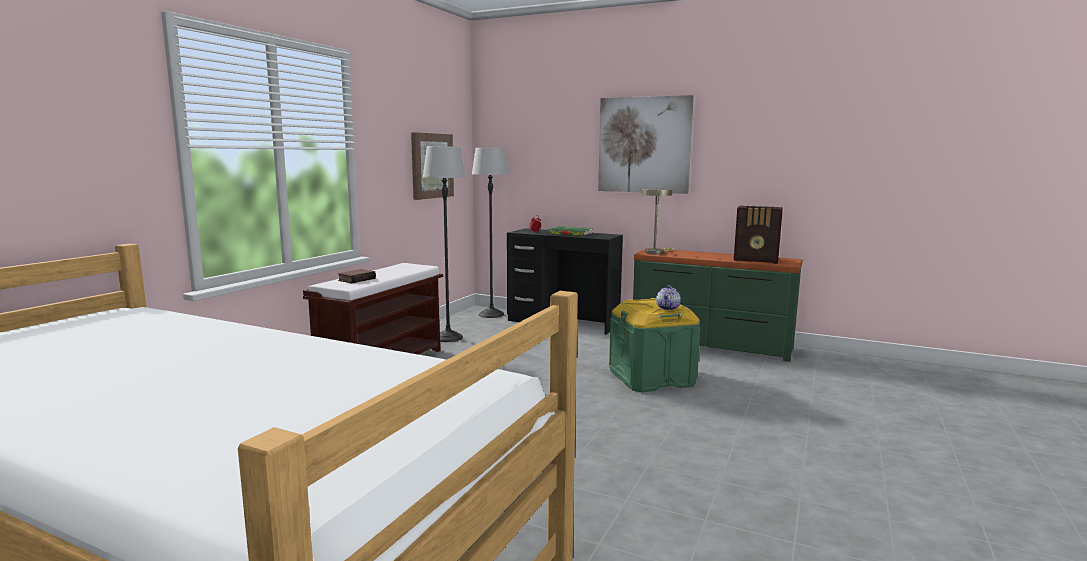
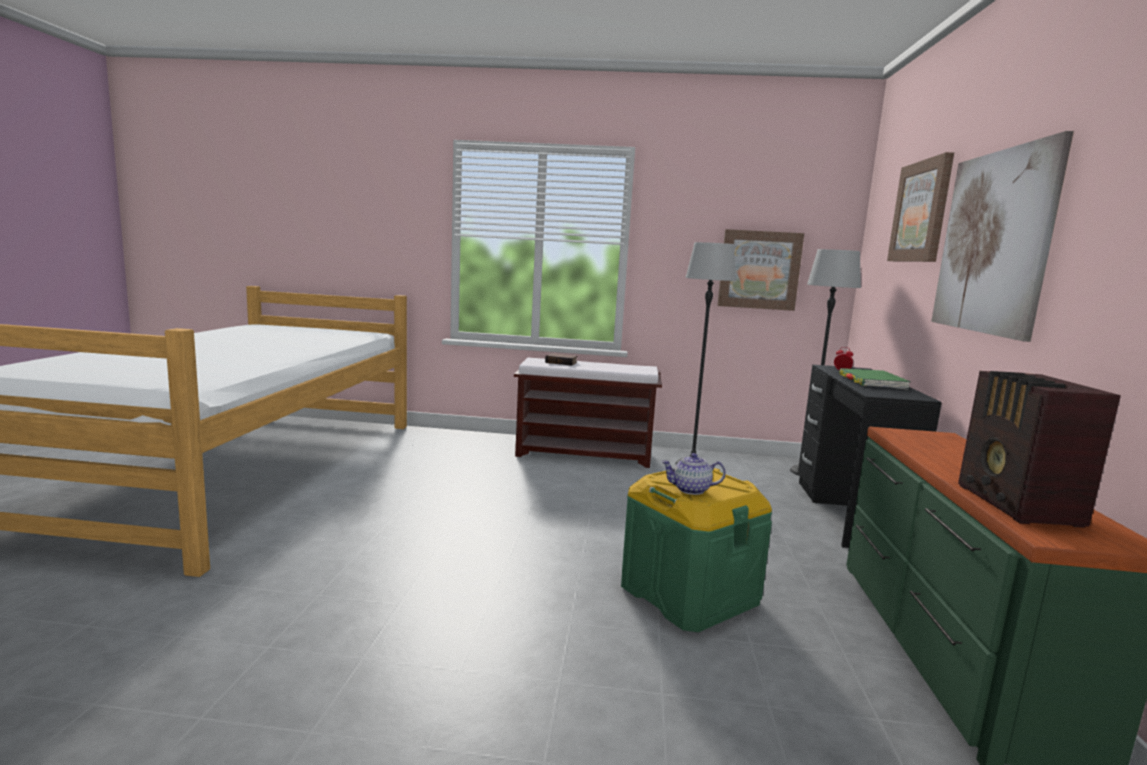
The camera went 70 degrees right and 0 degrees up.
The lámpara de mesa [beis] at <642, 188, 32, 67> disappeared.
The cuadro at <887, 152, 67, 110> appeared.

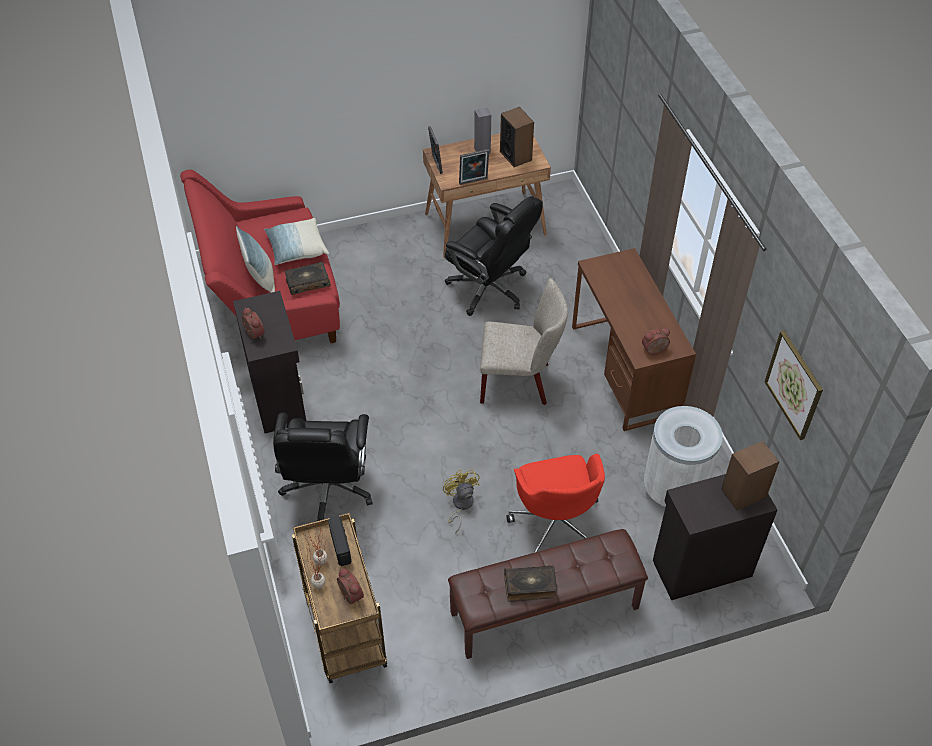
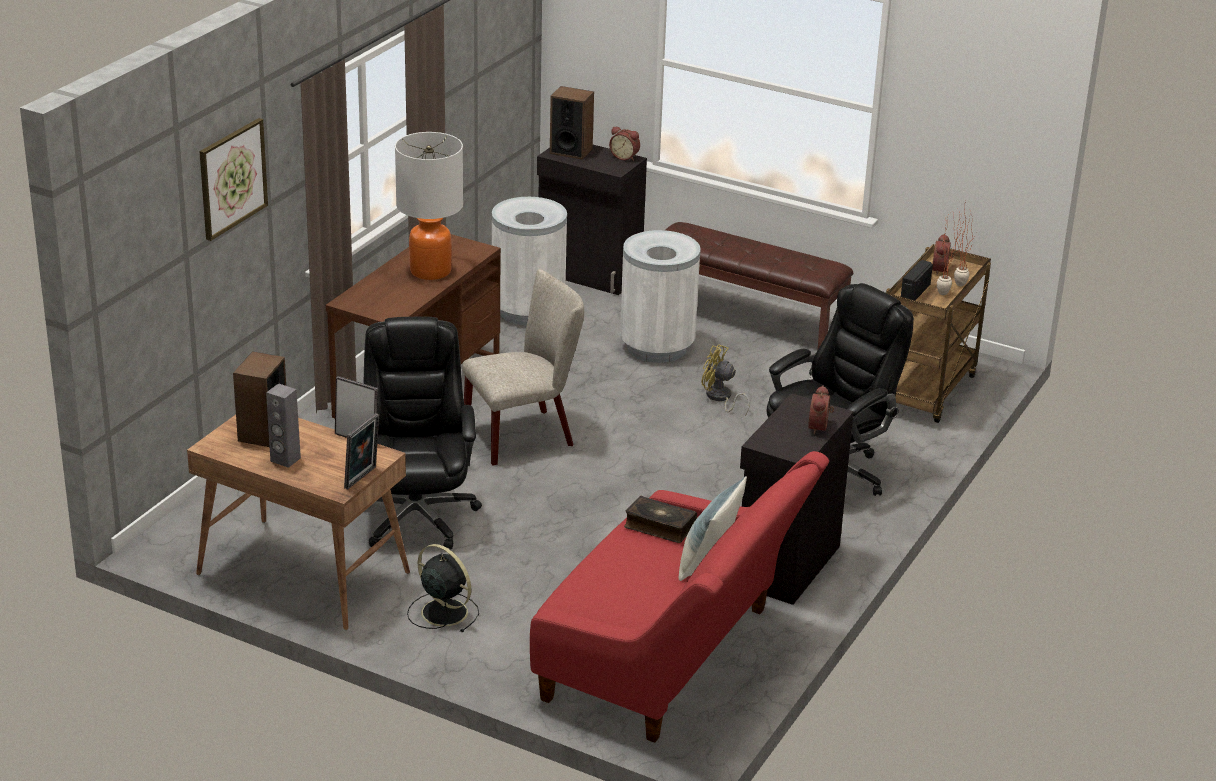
The camera went 135 degrees left and 20 degrees down.
The cojín at <264, 218, 65, 47> disappeared.
The silla [beis] at <480, 278, 88, 127> turned 105 degrees clockwise.
The despertador moved from <642, 328, 28, 27> to <609, 126, 31, 35>.
The cuadro moved from <764, 331, 59, 109> to <199, 118, 69, 123>.
The silla de oficina [rojo] at <506, 454, 99, 99> was replaced by the papelera [blanco] at <620, 230, 81, 133>.
The ventilador [amarillo] at <443, 469, 37, 65> turned 90 degrees clockwise.
The libro at <504, 565, 53, 37> disappeared.
The lámpara de mesa at <395, 132, 68, 148> appeared.
The ventilador [negro] at <407, 544, 72, 88> appeared.

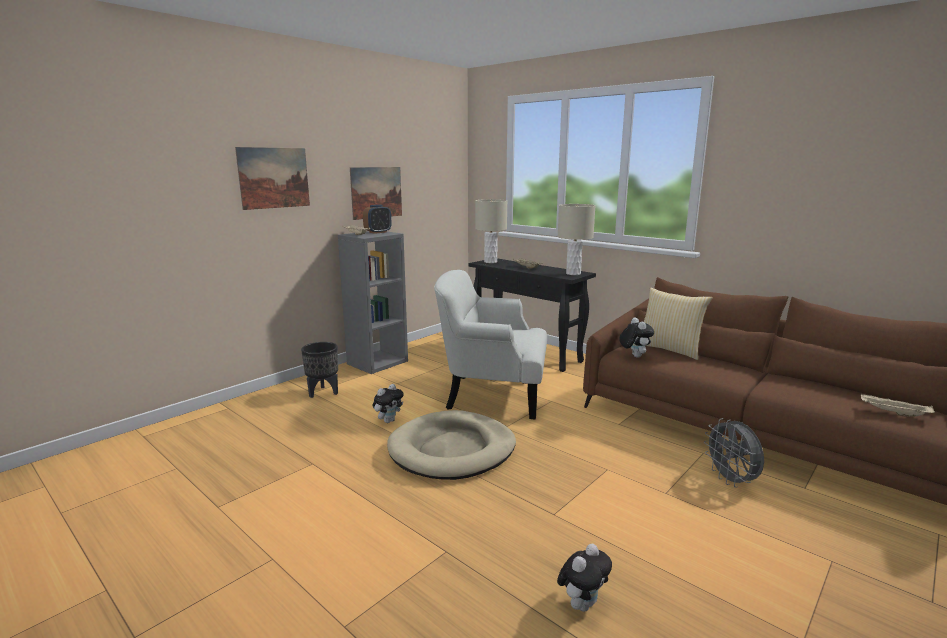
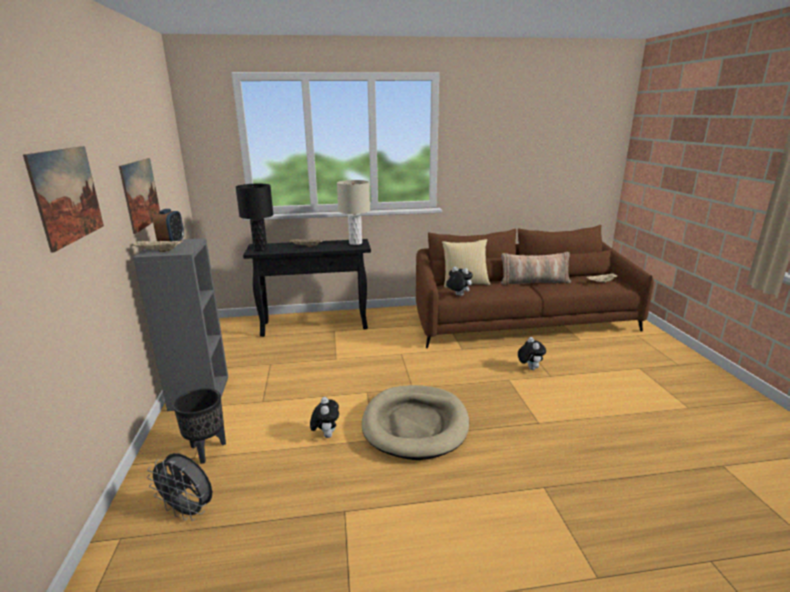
The camera went 50 degrees left and 5 degrees up.
The lámpara de mesa [beis] at <475, 199, 32, 64> became the lámpara de mesa [negro] at <236, 184, 38, 67>.
The sillón [blanco] at <434, 270, 113, 149> disappeared.
The ventilador [gris] moved from <704, 418, 60, 70> to <147, 453, 65, 68>.
The peluche moved from <557, 544, 55, 68> to <518, 337, 28, 33>.
The cojín at <501, 252, 70, 33> appeared.

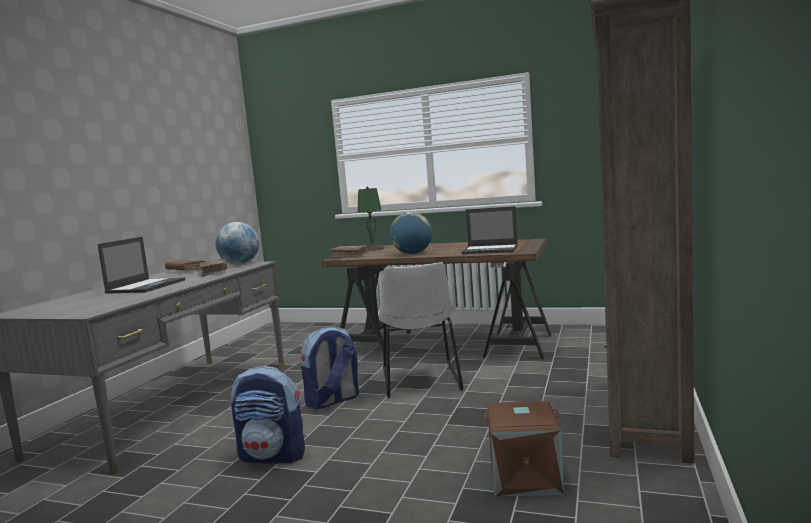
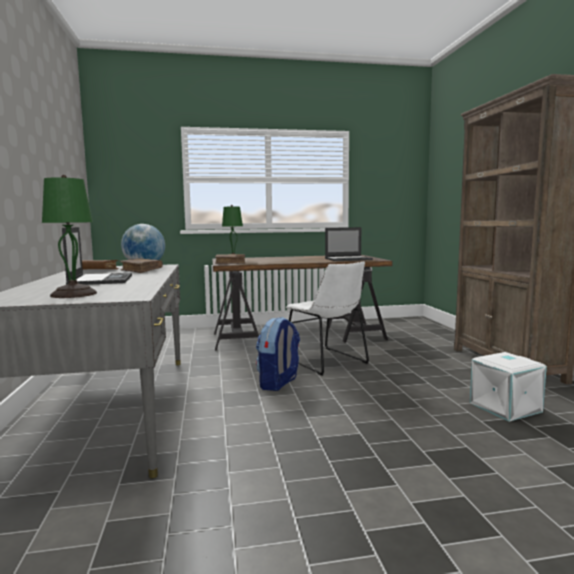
The camera went 30 degrees left and 0 degrees up.
The globo terráqueo at <390, 212, 42, 42> disappeared.
The mochila at <231, 366, 74, 98> disappeared.
The caja de almacenaje [marrón] at <484, 401, 80, 96> became the caja de almacenaje [blanco] at <469, 352, 78, 70>.
The lámpara de mesa [verde] at <42, 175, 55, 123> appeared.

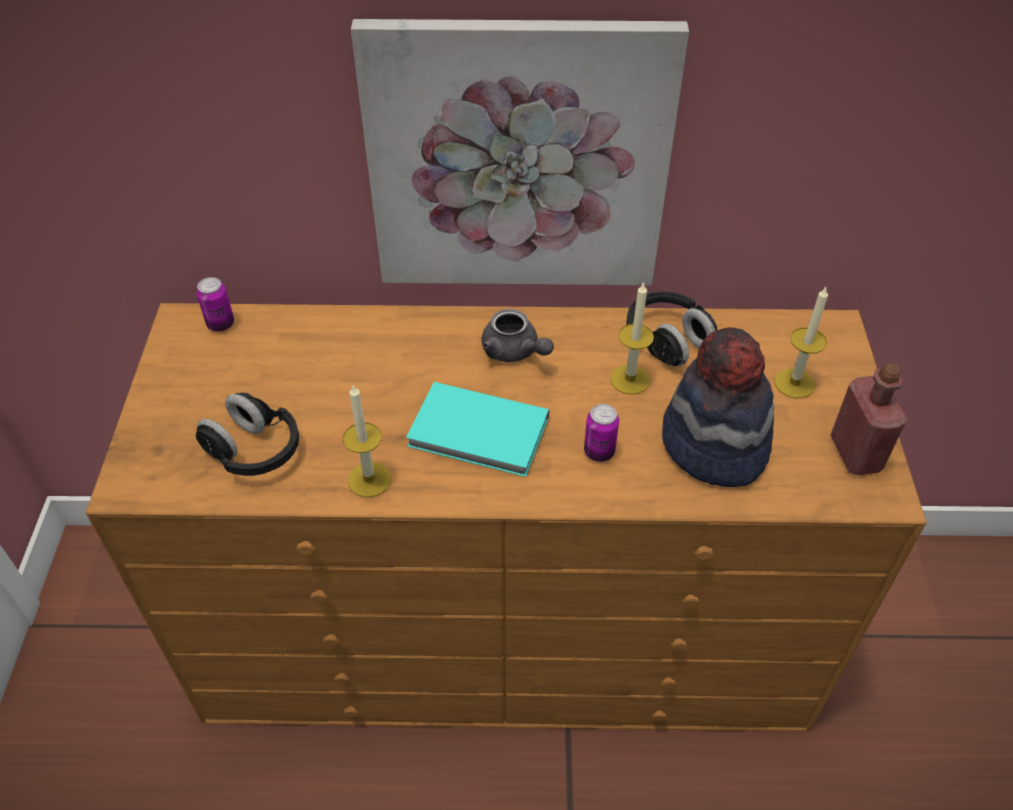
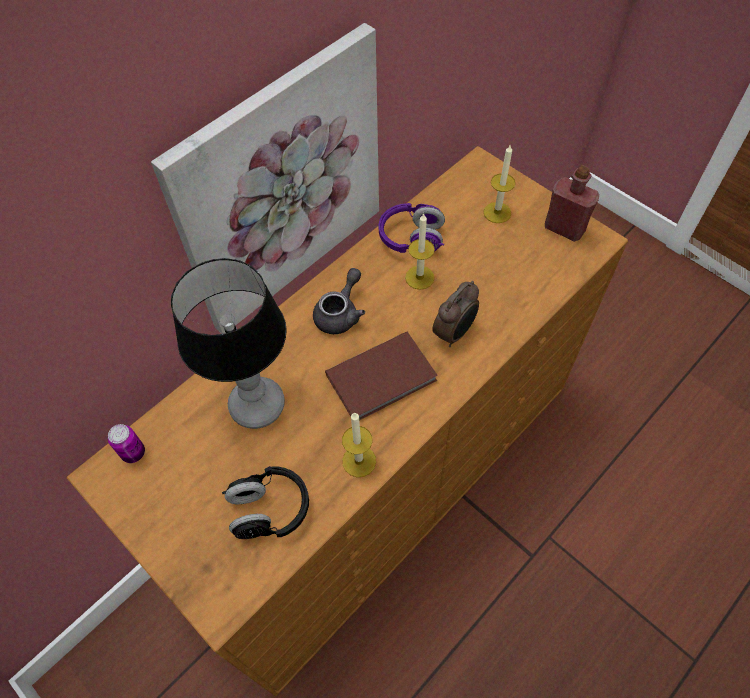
The camera went 45 degrees left and 10 degrees up.
The auriculares [negro] at <627, 291, 91, 75> became the auriculares [morado] at <378, 203, 67, 50>.
The tetera [gris] at <482, 309, 72, 53> turned 60 degrees counterclockwise.
The sombrero at <662, 327, 112, 160> disappeared.
The libro [turquesa] at <406, 382, 143, 95> became the libro [marrón] at <325, 332, 113, 88>.
The lata at <584, 404, 35, 58> was replaced by the despertador at <432, 281, 47, 66>.
The lámpara de mesa at <171, 258, 116, 171> appeared.

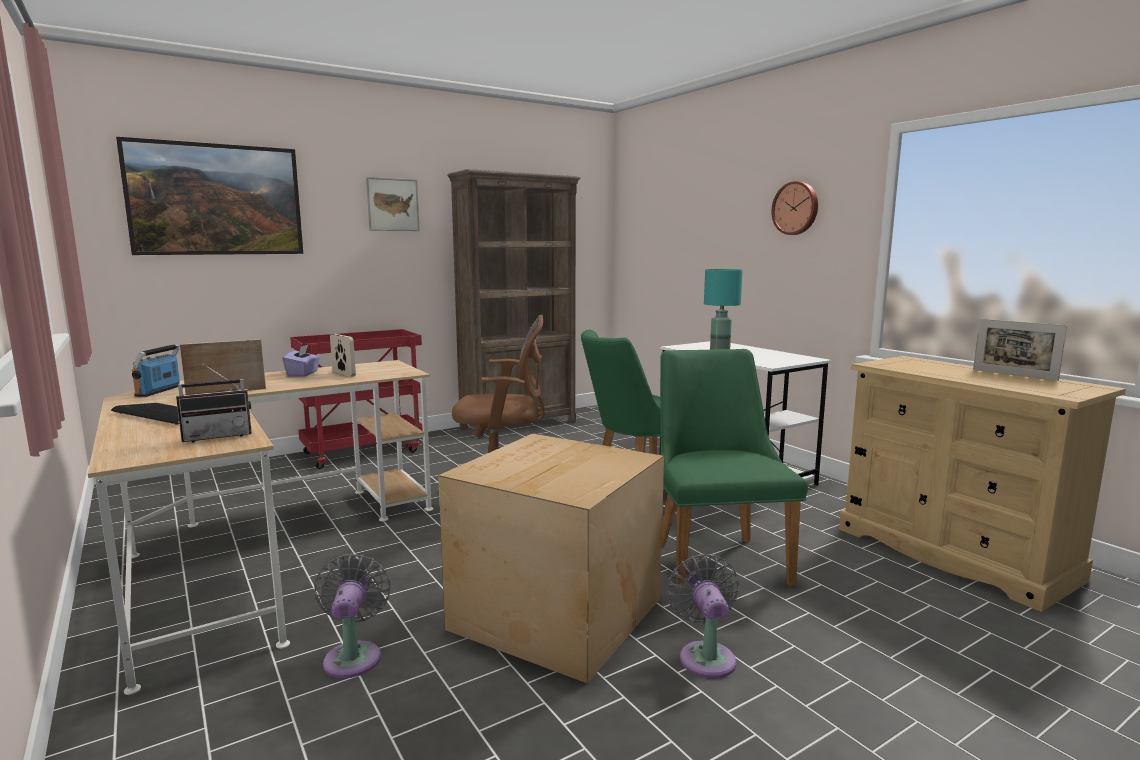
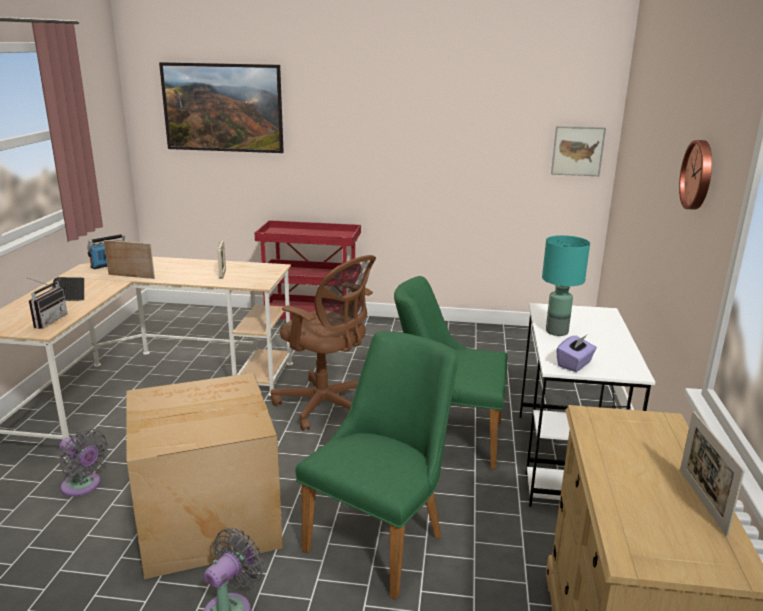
The camera went 40 degrees right and 10 degrees up.
The estantería [marrón] at <447, 169, 134, 270> disappeared.
The cuadro moved from <366, 177, 54, 54> to <551, 126, 55, 50>.
The caja de pañuelos [morado] moved from <282, 345, 38, 32> to <556, 335, 41, 37>.
The radio at <176, 363, 76, 79> turned 90 degrees counterclockwise.
The ventilador [gris] at <314, 554, 77, 124> turned 90 degrees clockwise.

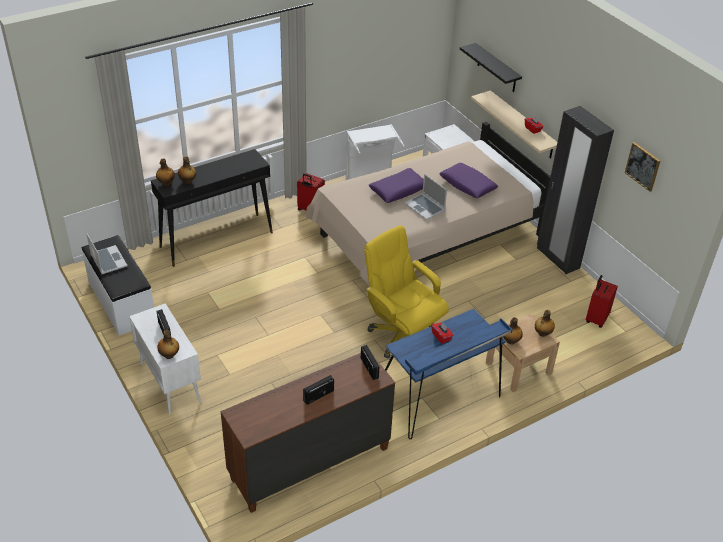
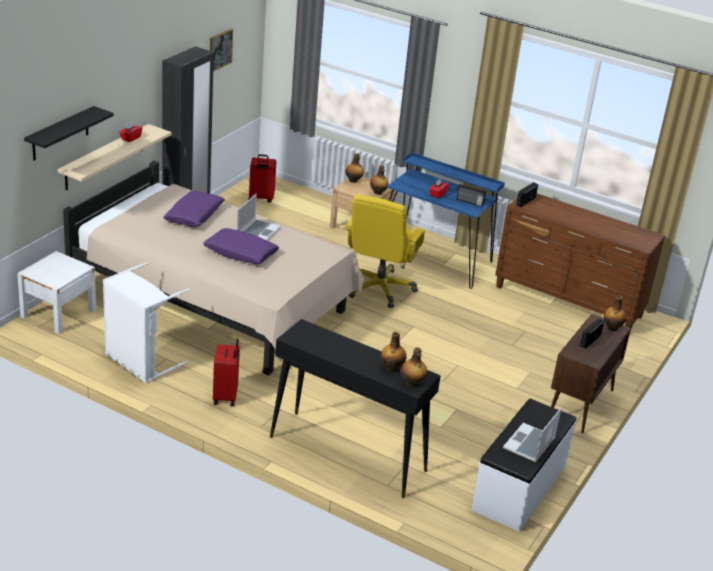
The camera went 120 degrees left and 10 degrees down.
The armario [blanco] at <129, 303, 72, 112> became the armario [marrón] at <551, 314, 80, 119>.
The radio moved from <303, 375, 31, 30> to <456, 184, 30, 23>.

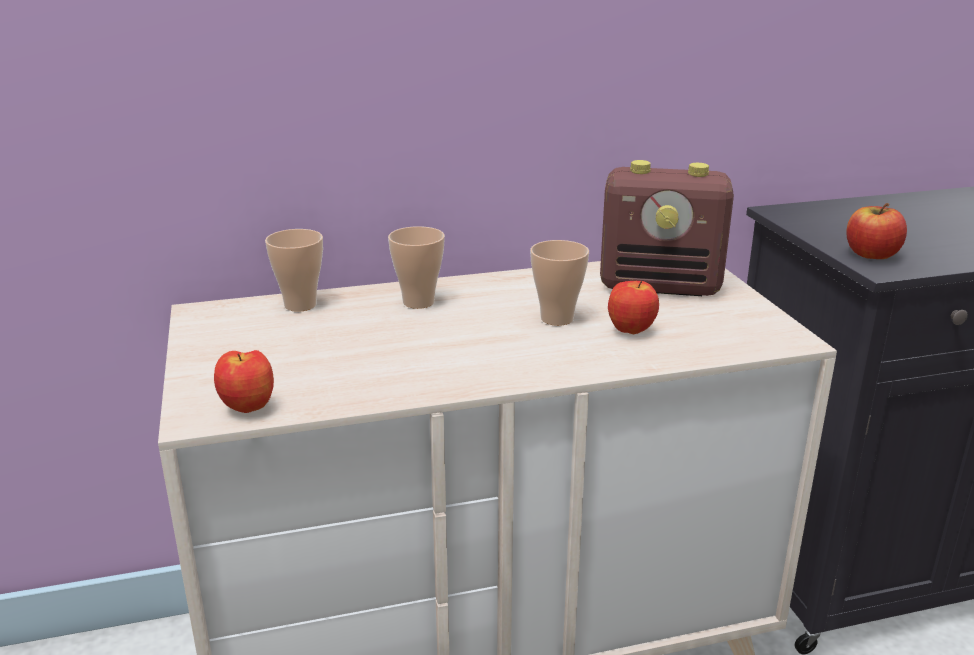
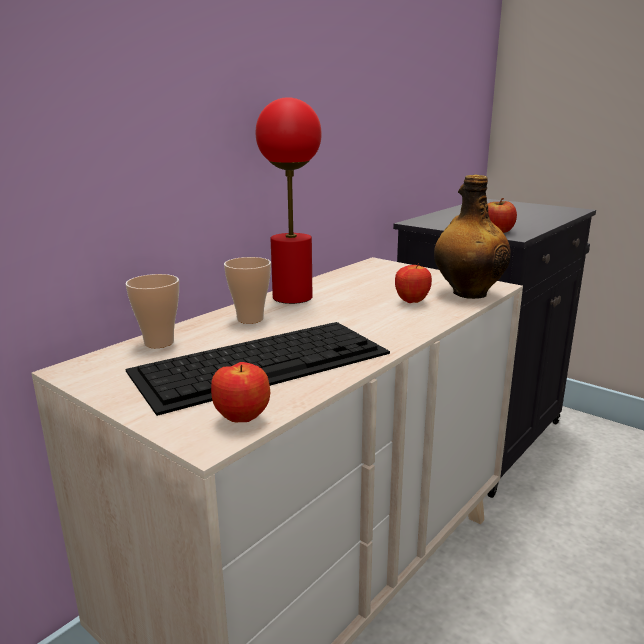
The camera went 35 degrees left and 5 degrees down.
The radio at <600, 160, 134, 136> disappeared.
The taza at <530, 240, 59, 86> disappeared.
The lámpara de mesa [rojo] at <256, 97, 66, 207> appeared.
The botella at <434, 175, 77, 124> appeared.
The teclado at <126, 322, 264, 94> appeared.

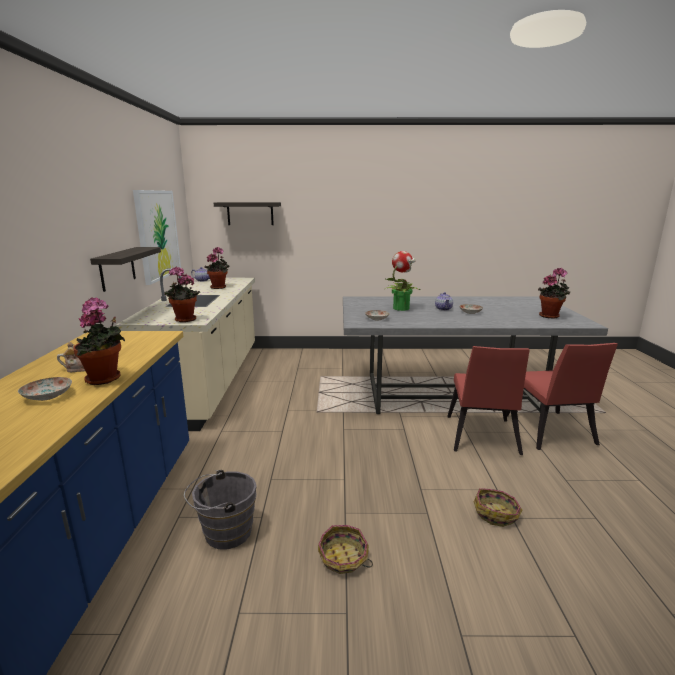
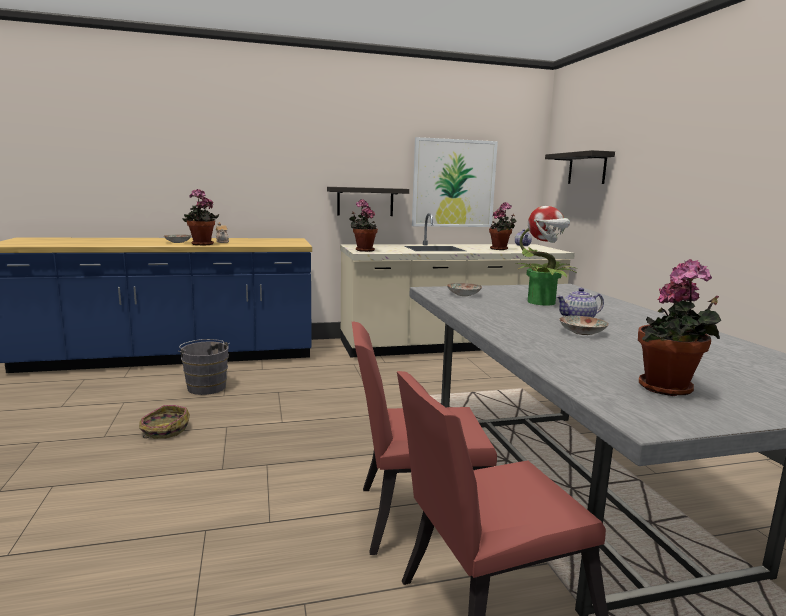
The camera went 75 degrees right and 5 degrees down.
The cesta at <473, 488, 49, 39> disappeared.

